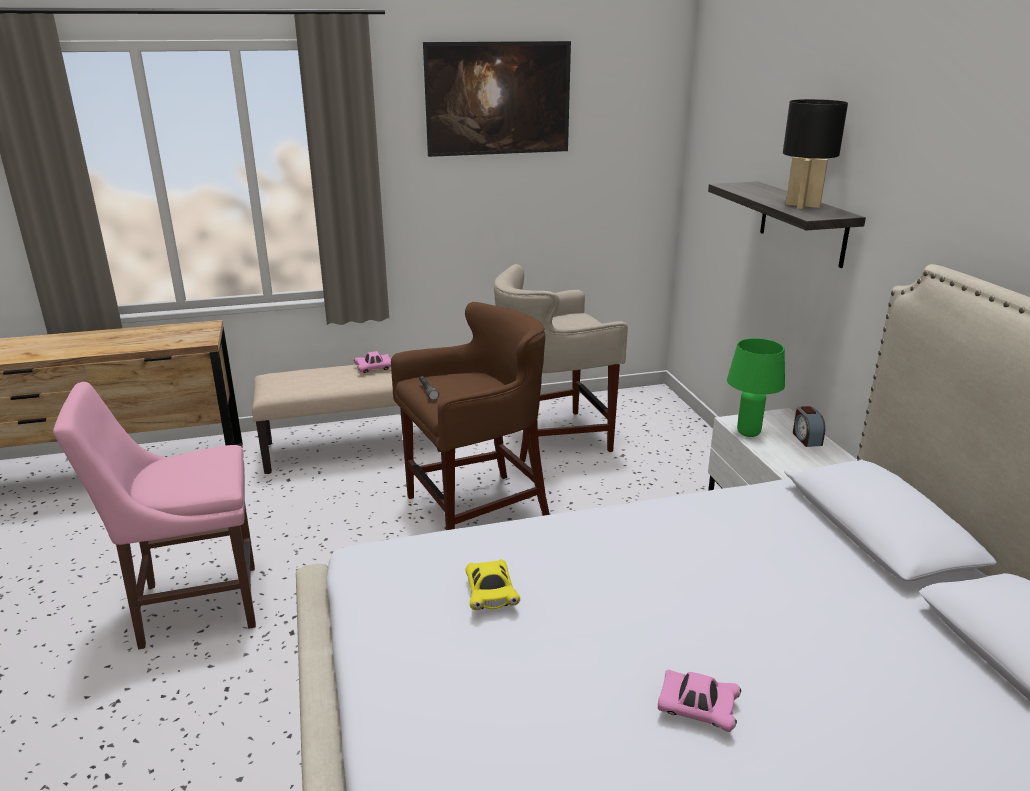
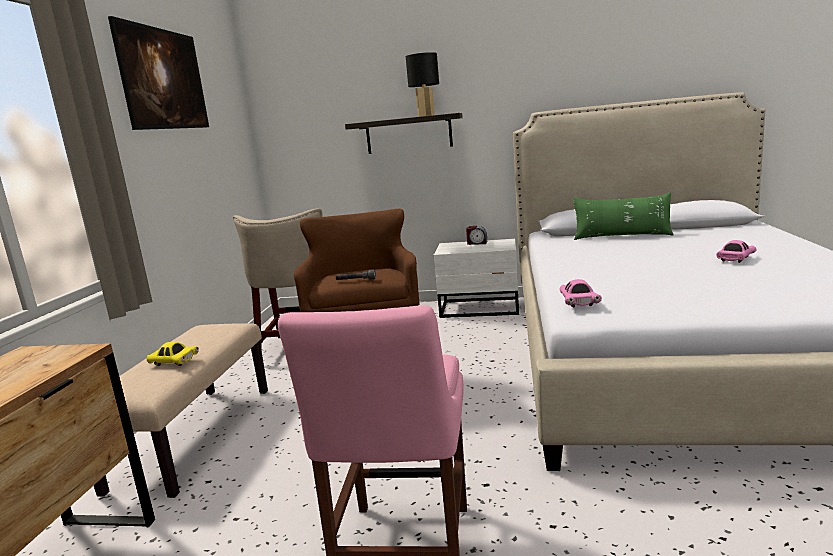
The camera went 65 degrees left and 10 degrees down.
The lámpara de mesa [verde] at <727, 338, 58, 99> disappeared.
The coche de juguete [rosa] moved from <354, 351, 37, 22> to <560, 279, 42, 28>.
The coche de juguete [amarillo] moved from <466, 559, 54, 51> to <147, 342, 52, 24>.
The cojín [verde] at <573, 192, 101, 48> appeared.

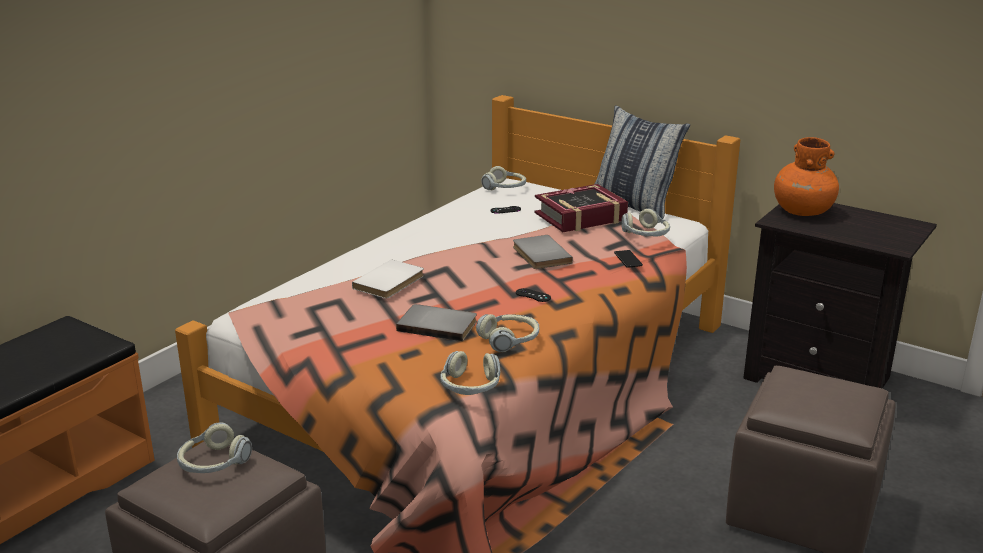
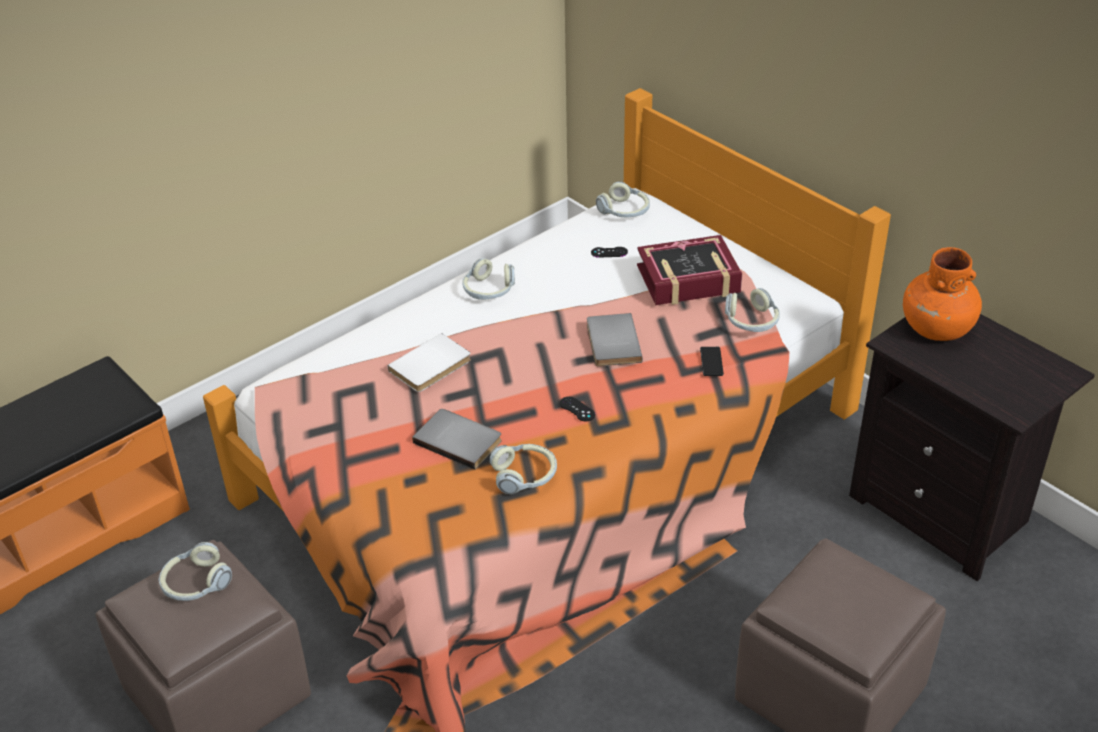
The camera went 15 degrees right and 15 degrees up.
The cojín at <594, 105, 96, 114> disappeared.
The auriculares moved from <440, 351, 60, 44> to <462, 258, 53, 42>.

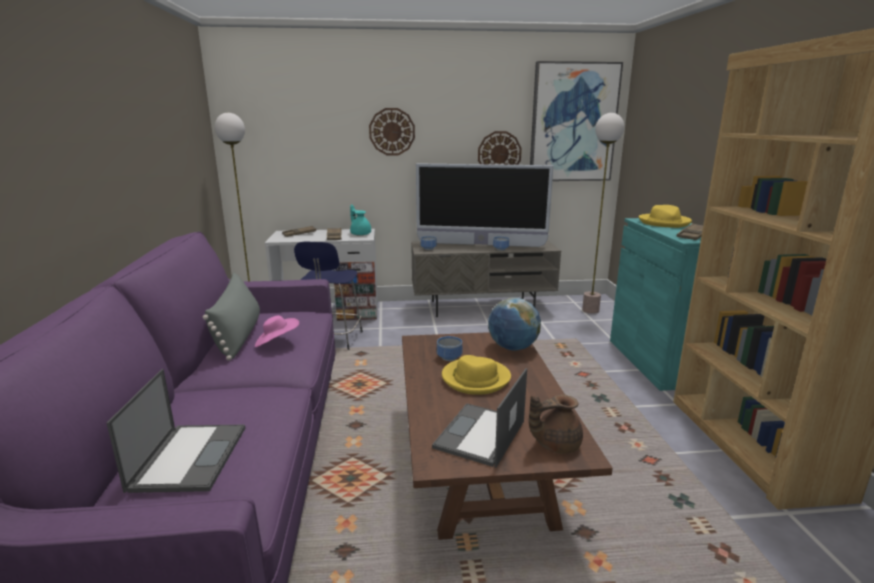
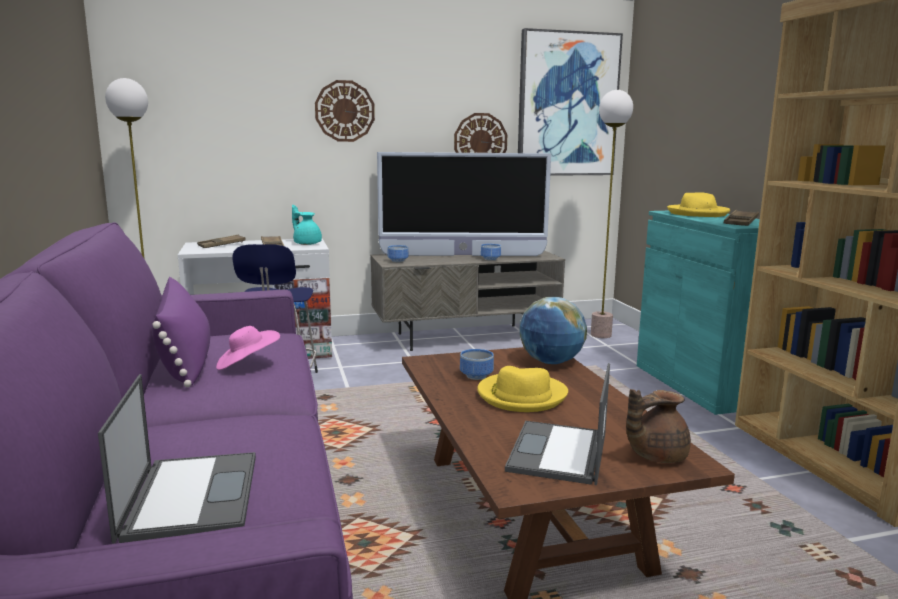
The camera went 10 degrees left and 5 degrees down.
The cojín [gris] at <203, 273, 57, 88> became the cojín [morado] at <152, 277, 58, 110>.

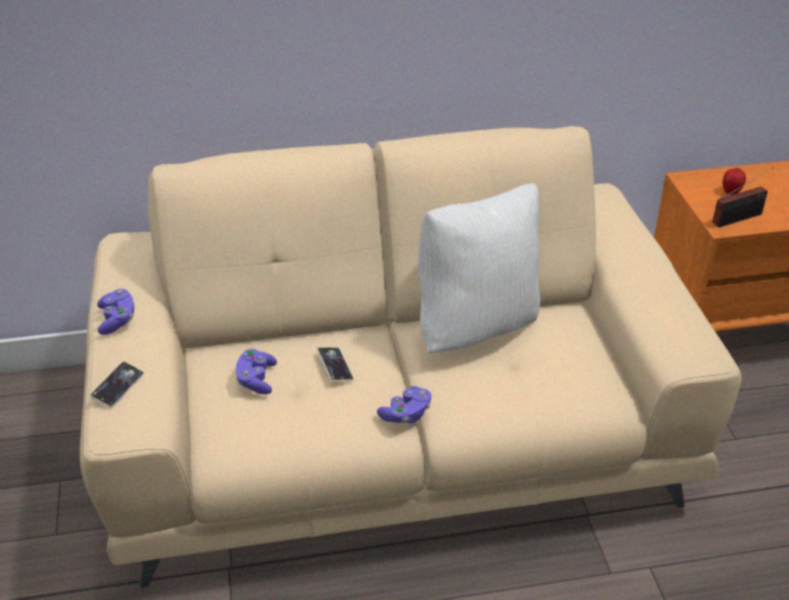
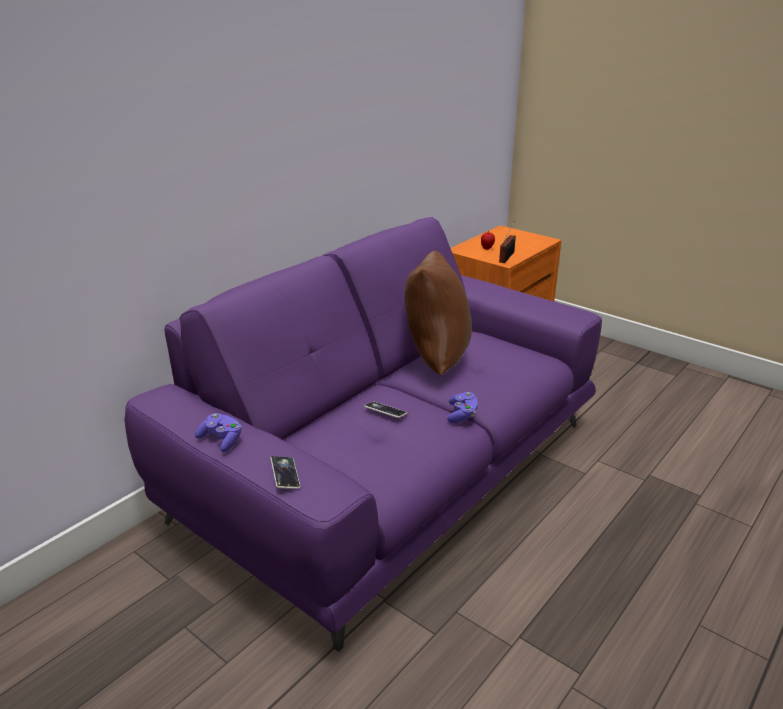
The camera went 40 degrees left and 10 degrees down.
The sofá [beis] at <80, 126, 662, 462> became the sofá [morado] at <125, 217, 477, 435>.
The cojín [blanco] at <418, 183, 122, 170> became the cojín [marrón] at <404, 251, 68, 124>.
The mando de consola [morado] at <236, 349, 41, 45> disappeared.

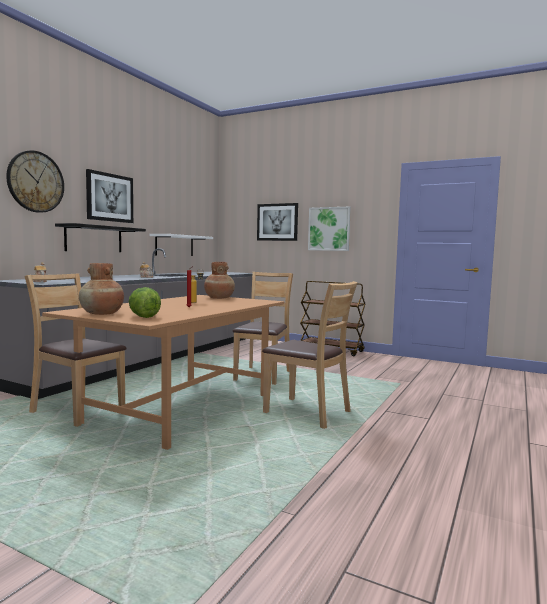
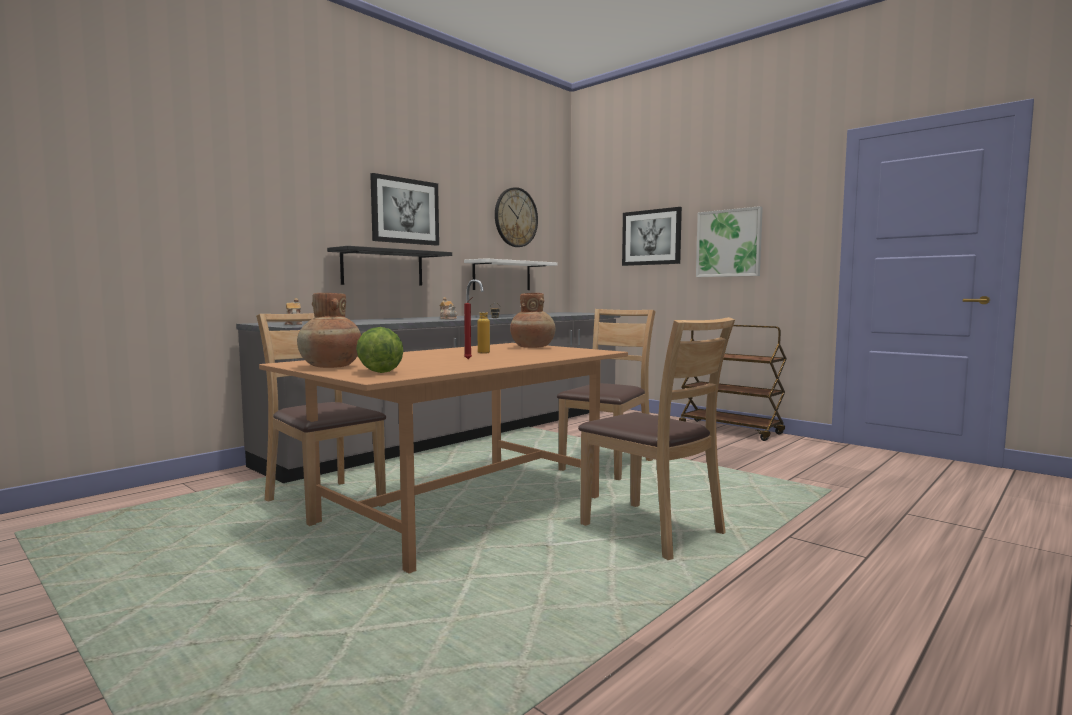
The camera went 15 degrees right and 0 degrees up.
The reloj de pared moved from <6, 150, 58, 63> to <495, 187, 43, 60>.

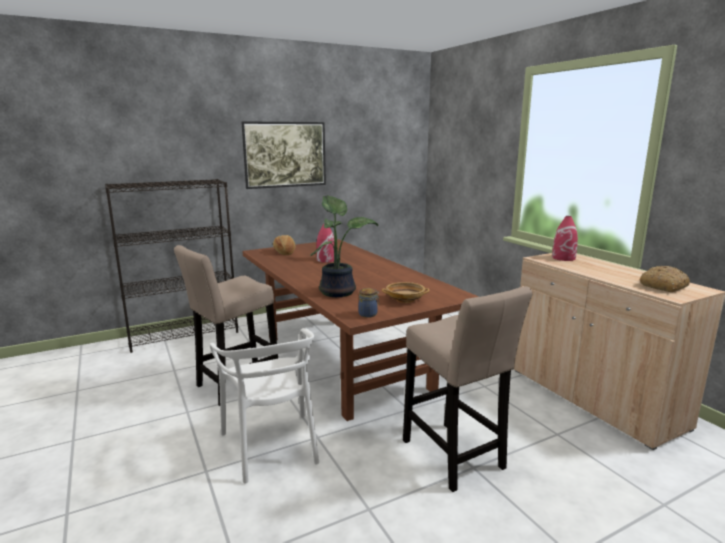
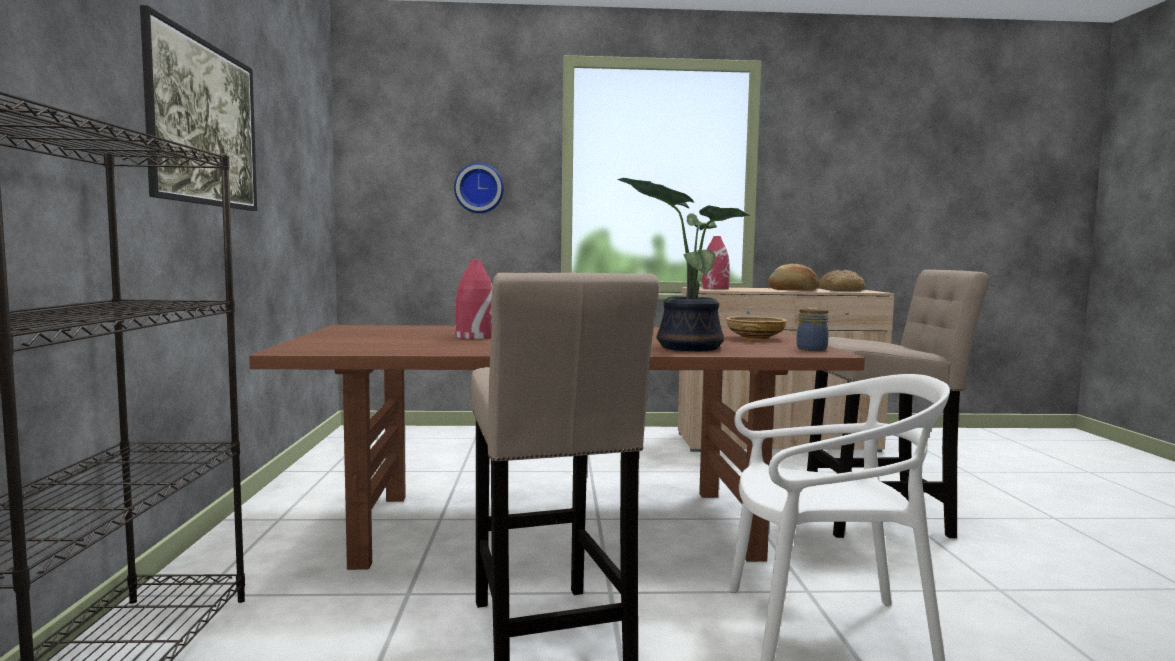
The camera went 65 degrees left and 10 degrees down.
The pan moved from <273, 235, 23, 20> to <768, 264, 51, 27>.
The reloj de pared at <454, 163, 50, 50> appeared.

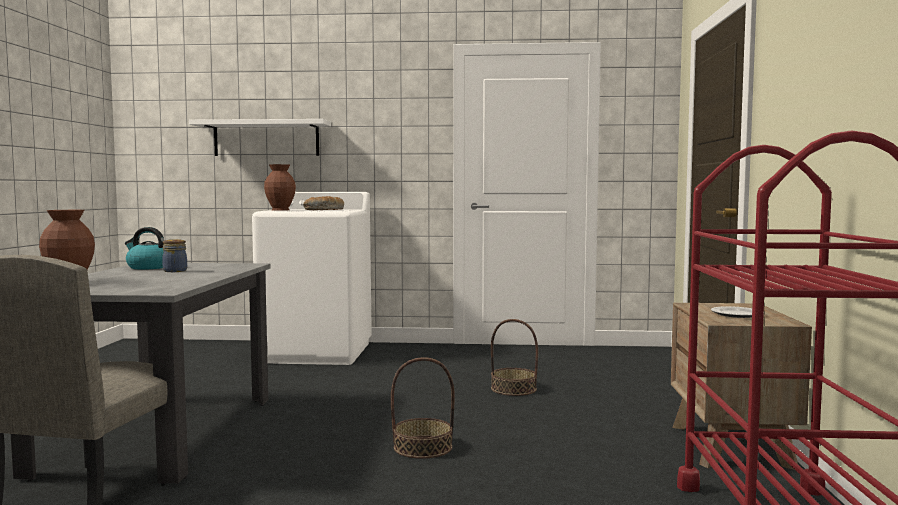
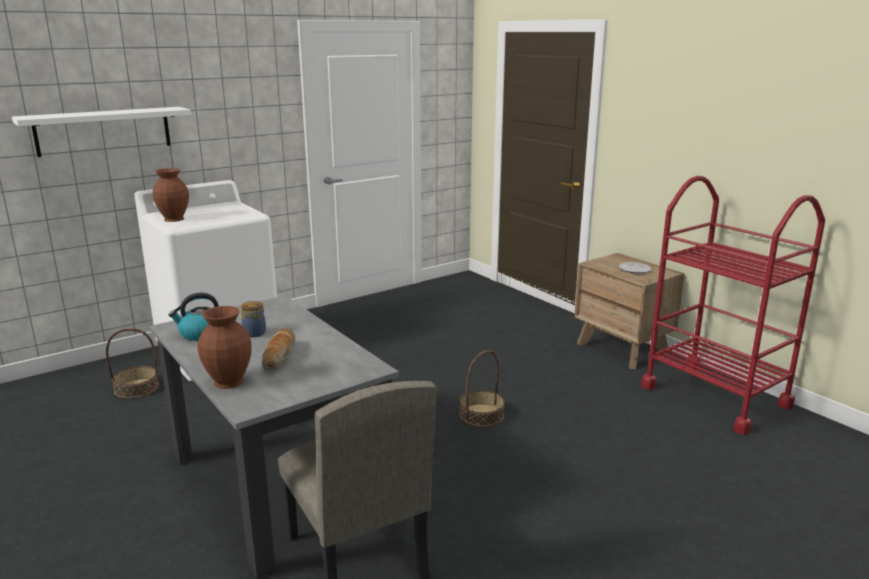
The camera went 40 degrees left and 15 degrees up.
The pan moved from <303, 196, 41, 14> to <262, 329, 33, 41>.
The cesta moved from <491, 319, 47, 77> to <106, 328, 53, 71>.

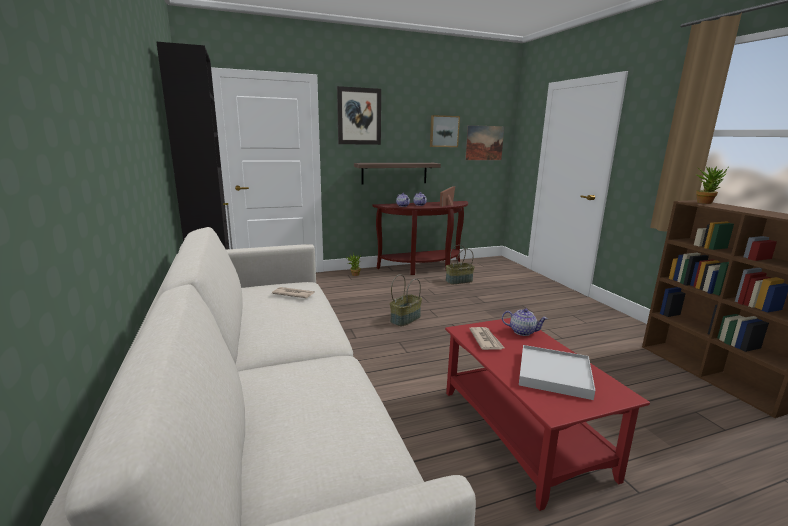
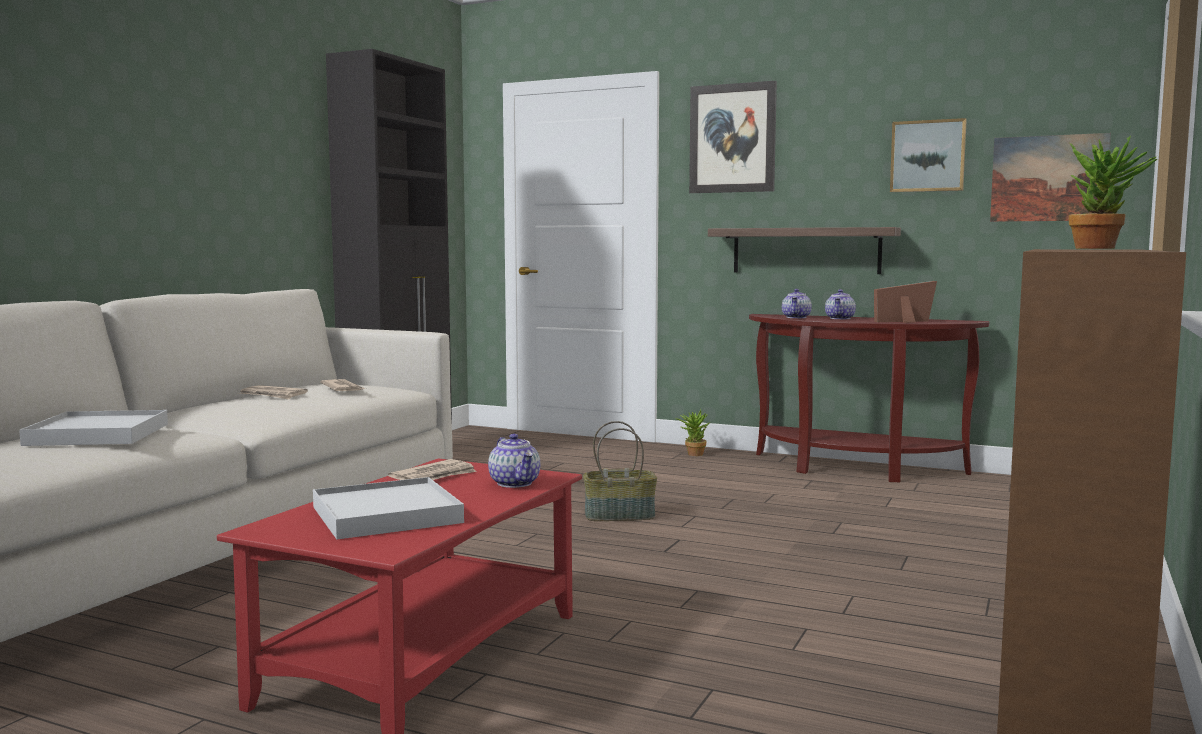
The camera went 45 degrees right and 10 degrees down.
The cesta at <445, 245, 30, 39> disappeared.
The periódico at <240, 385, 68, 15> appeared.
The bandeja [blanco] at <19, 410, 149, 36> appeared.

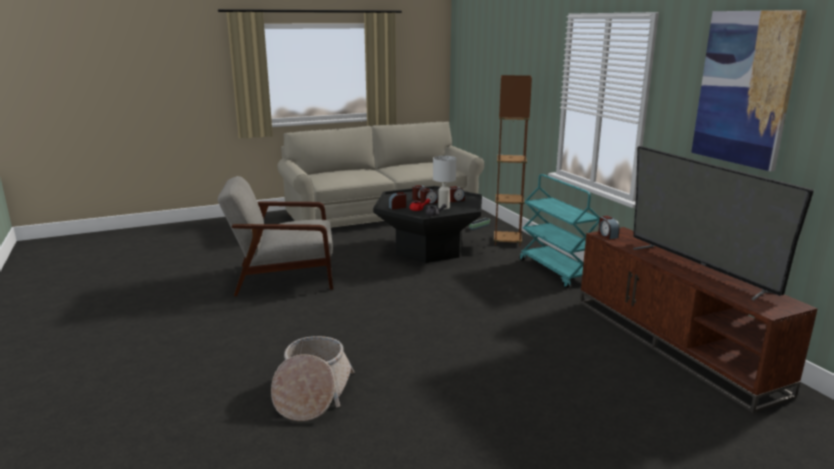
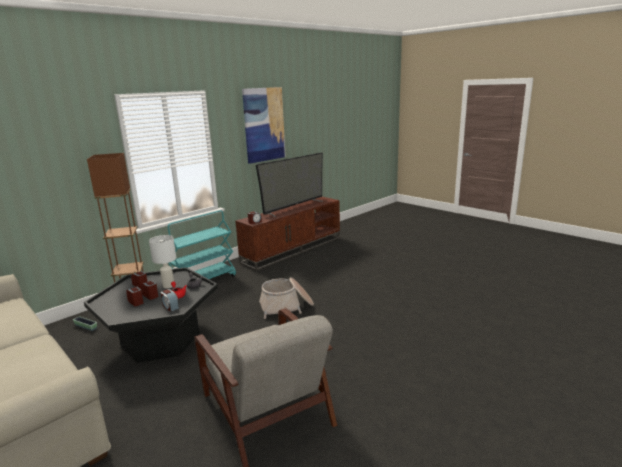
The camera went 110 degrees left and 0 degrees up.
The cesta moved from <271, 336, 83, 85> to <259, 277, 55, 42>.

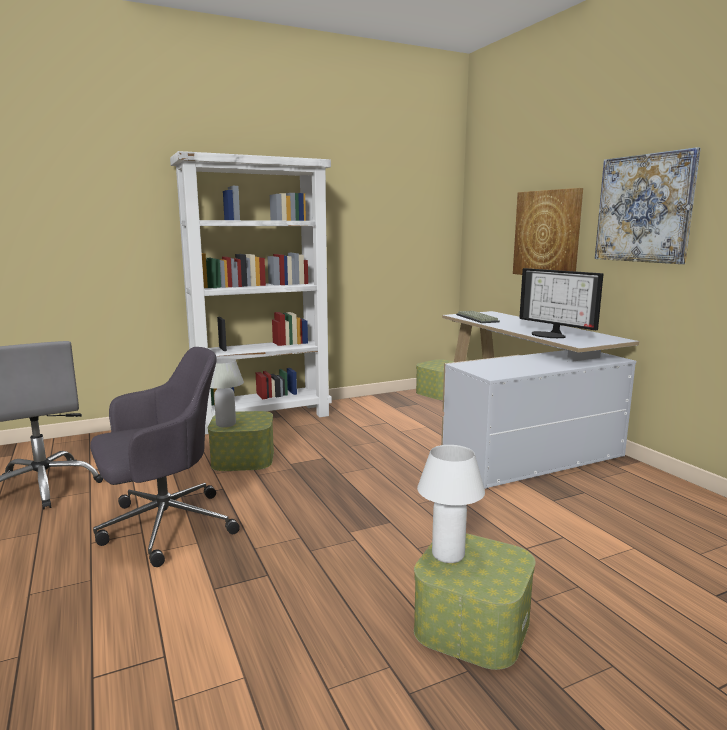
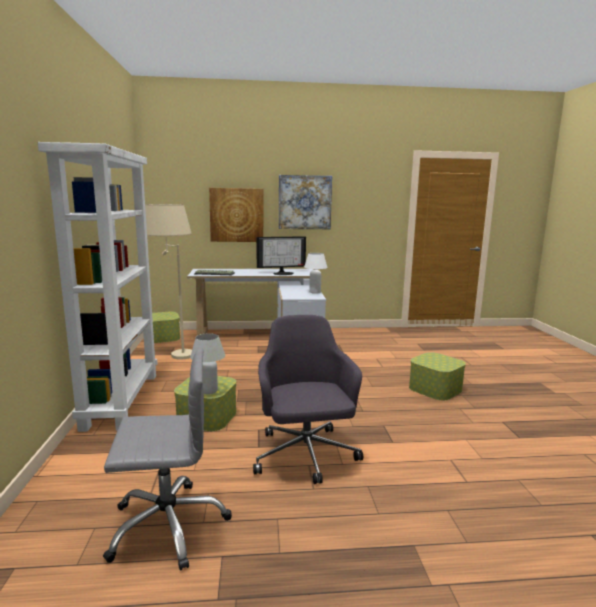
The camera went 70 degrees left and 0 degrees up.
The lámpara de mesa [blanco] moved from <417, 445, 68, 118> to <304, 253, 24, 41>.
The lámpara de pie [beis] at <145, 204, 47, 156> appeared.

